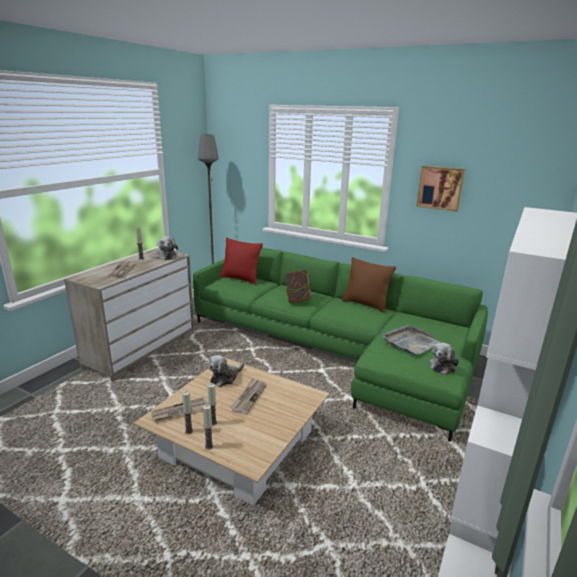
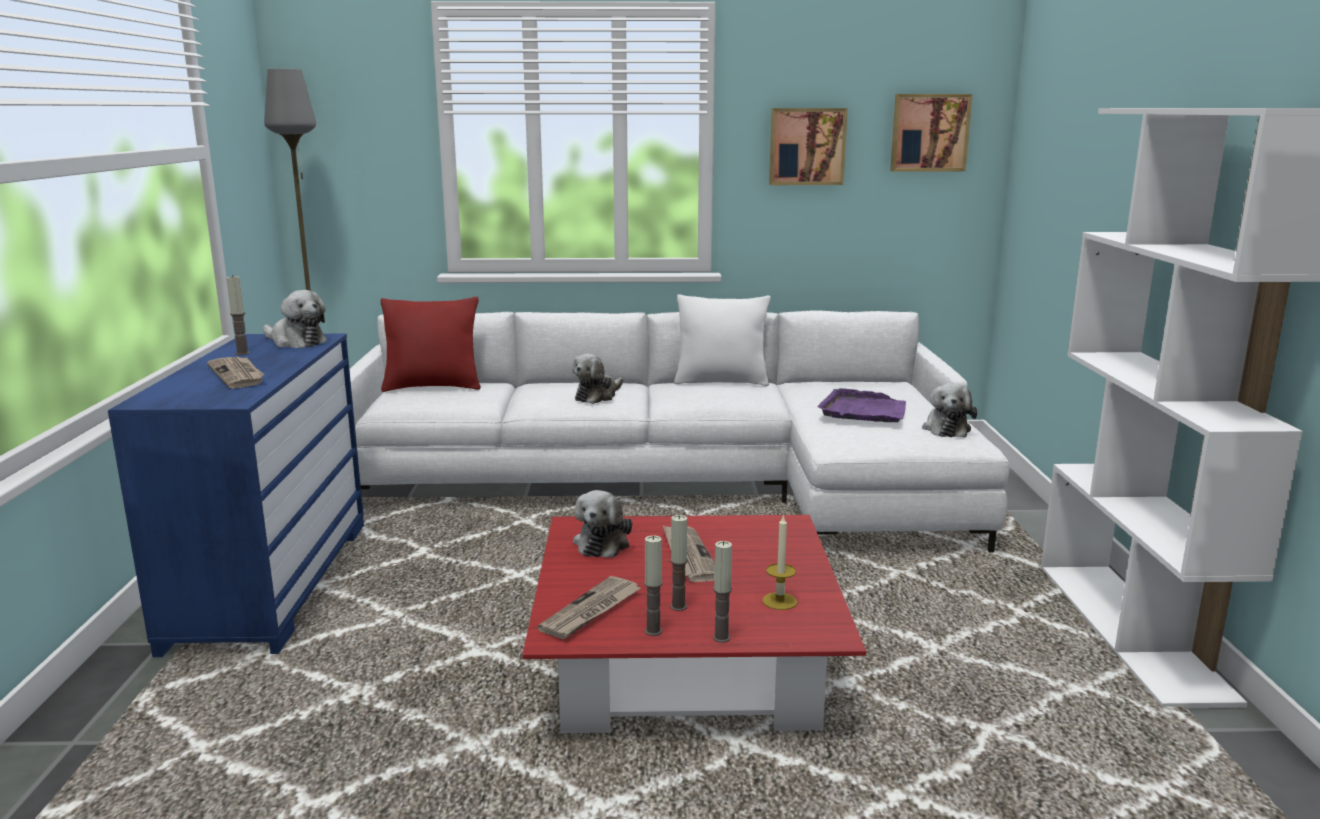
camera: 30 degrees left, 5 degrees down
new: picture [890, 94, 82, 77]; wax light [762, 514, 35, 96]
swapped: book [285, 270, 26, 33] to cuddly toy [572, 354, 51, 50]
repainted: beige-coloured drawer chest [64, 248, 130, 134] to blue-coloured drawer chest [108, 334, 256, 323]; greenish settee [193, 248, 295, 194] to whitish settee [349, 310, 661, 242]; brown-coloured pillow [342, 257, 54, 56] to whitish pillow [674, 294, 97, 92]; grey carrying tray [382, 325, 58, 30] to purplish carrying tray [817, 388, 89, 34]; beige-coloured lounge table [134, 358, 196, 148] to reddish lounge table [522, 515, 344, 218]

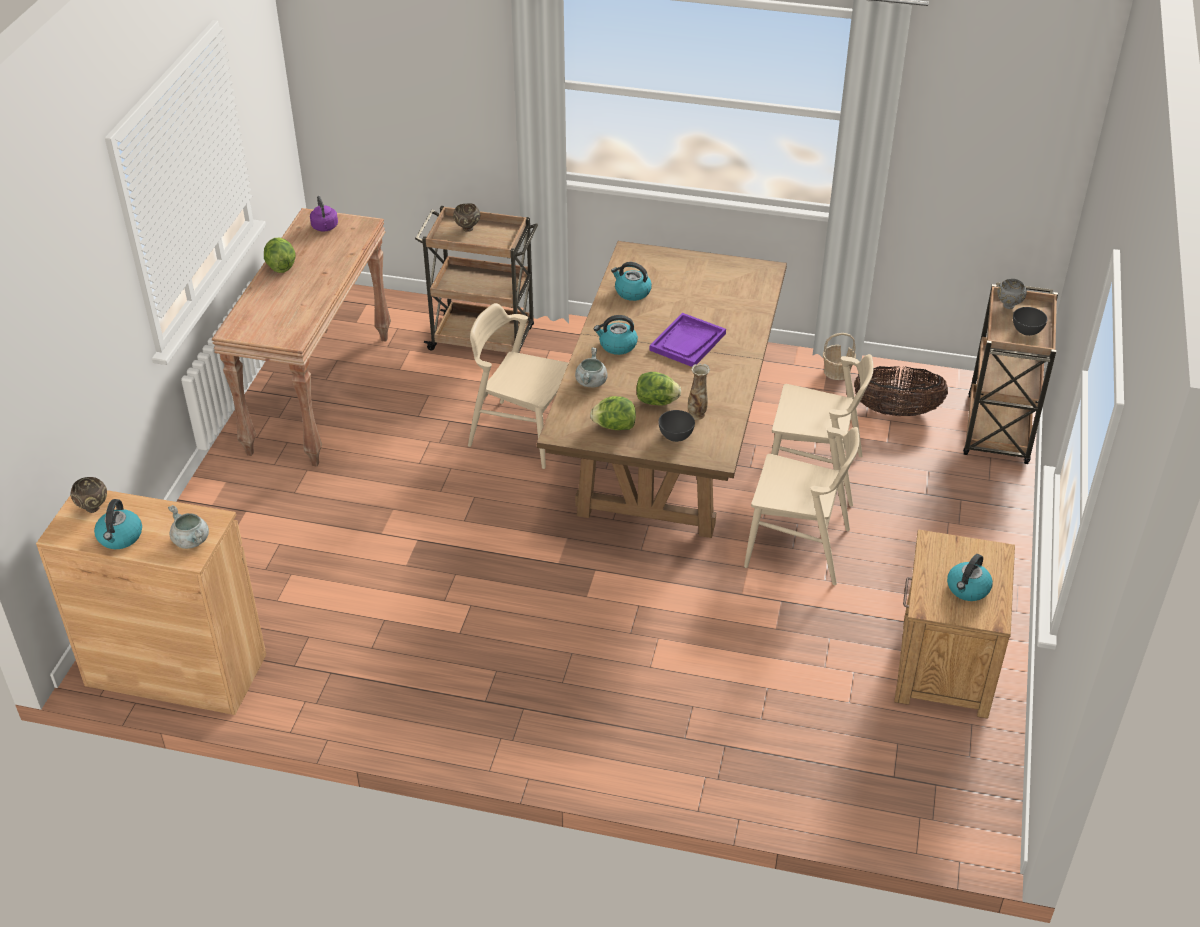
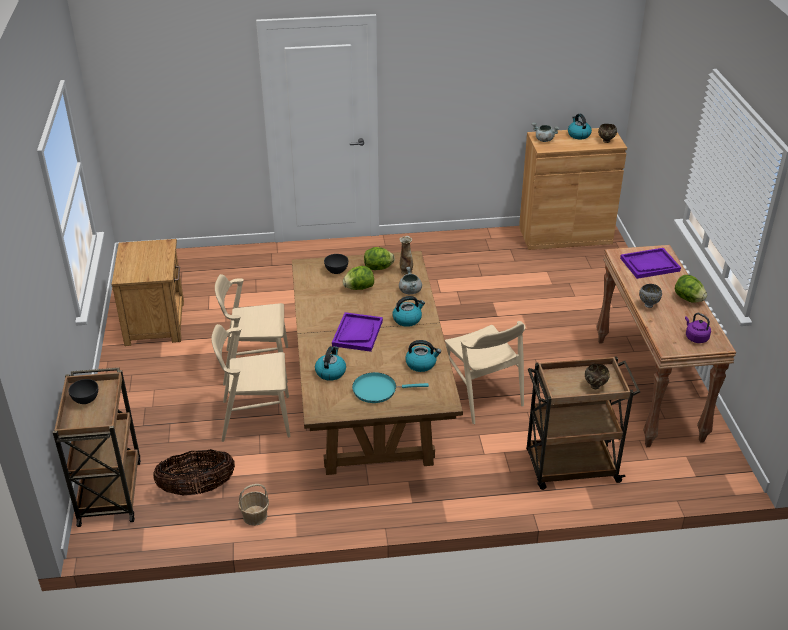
camera: 160 degrees right, 5 degrees down
new: purplish carrying tray [620, 248, 61, 31]; turquoise-coloured pan [352, 372, 77, 31]
shifted: grey bowl [997, 279, 30, 30] to [639, 284, 23, 24]; vase [688, 364, 22, 56] to [399, 236, 14, 39]; kettle [947, 554, 46, 47] to [315, 346, 31, 35]
rotated: beige-coloured upright chair [468, 303, 101, 166] = [445, 321, 81, 103] 60 degrees clockwise

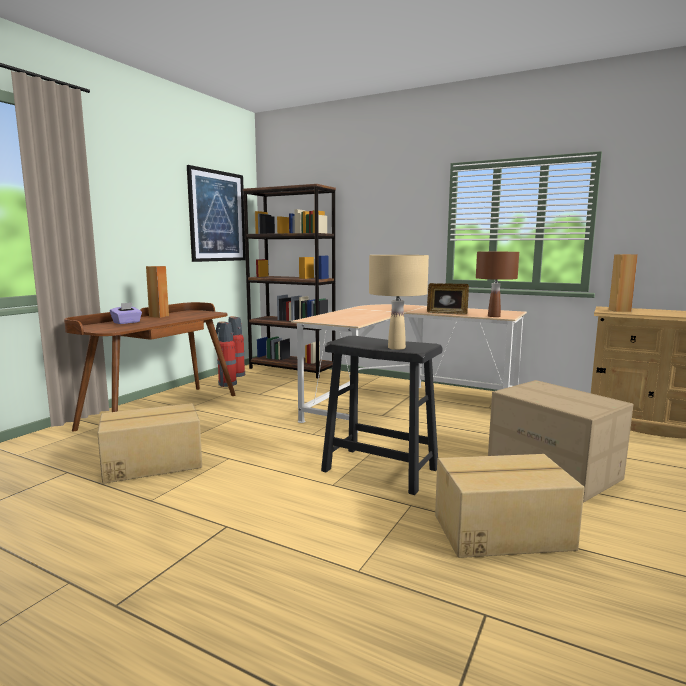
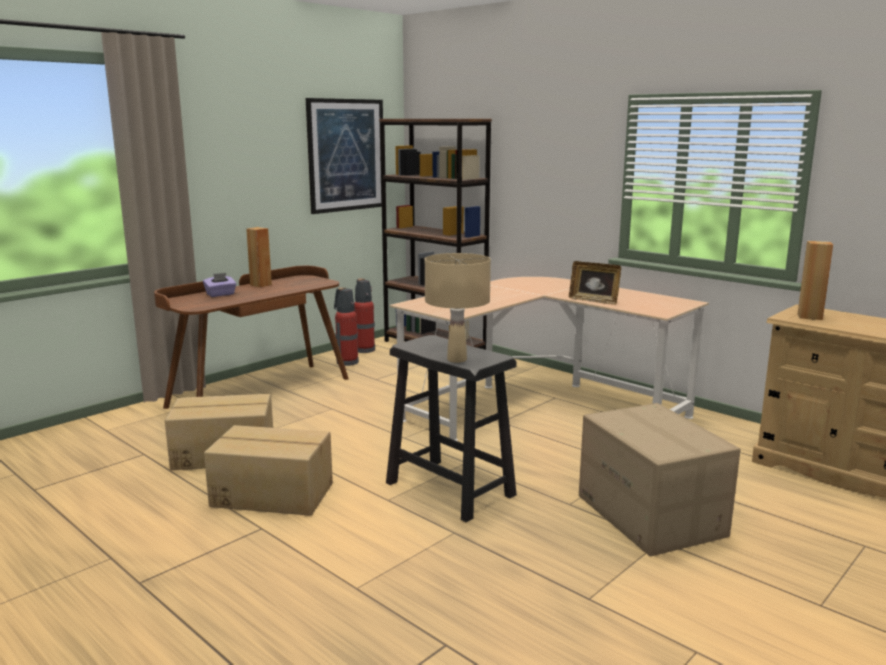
camera: 15 degrees right, 5 degrees up
gone: brown-coloured tabletop lamp [476, 252, 43, 65]
shifted: packing box [435, 454, 150, 104] to [204, 425, 129, 91]

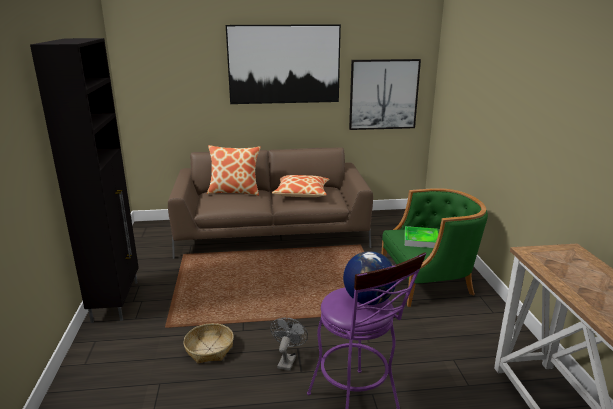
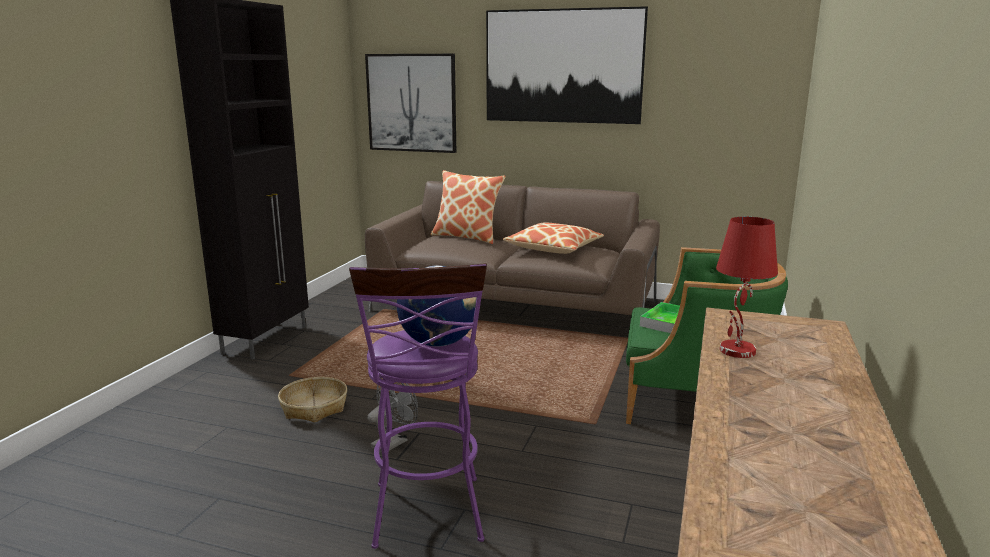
camera: 25 degrees right, 5 degrees down
new: reddish tabletop lamp [716, 217, 62, 141]
shifted: picture [349, 59, 72, 71] to [365, 54, 91, 99]

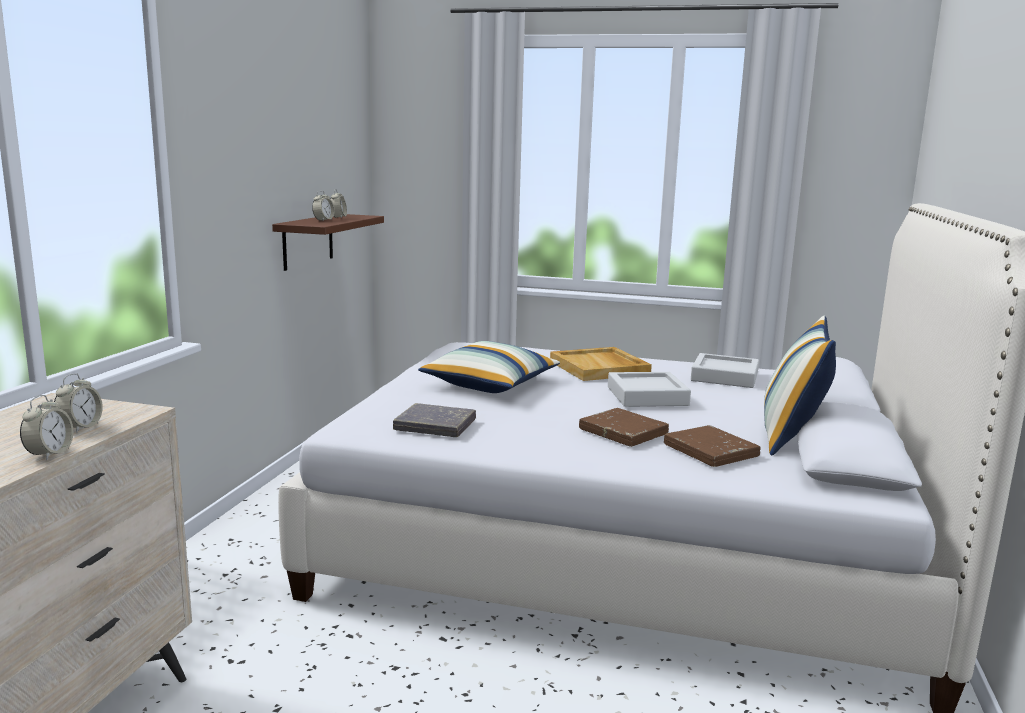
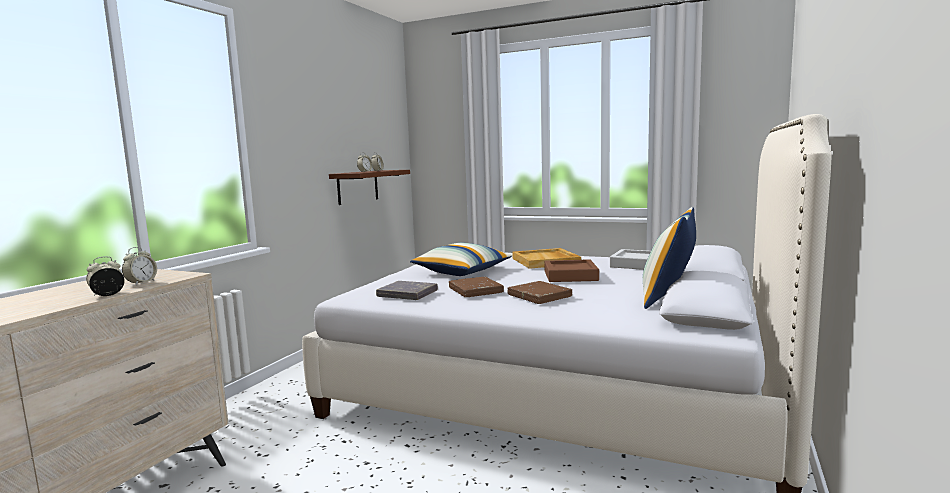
camera: 10 degrees right, 5 degrees down
shifted: brown-coloured book [664, 425, 97, 42] to [449, 277, 55, 20]
repainted: grey carrying tray [608, 372, 83, 35] to brown-coloured carrying tray [544, 259, 55, 23]
rotated: bedside clock [20, 395, 53, 65] = [86, 256, 39, 40] 150 degrees counterclockwise

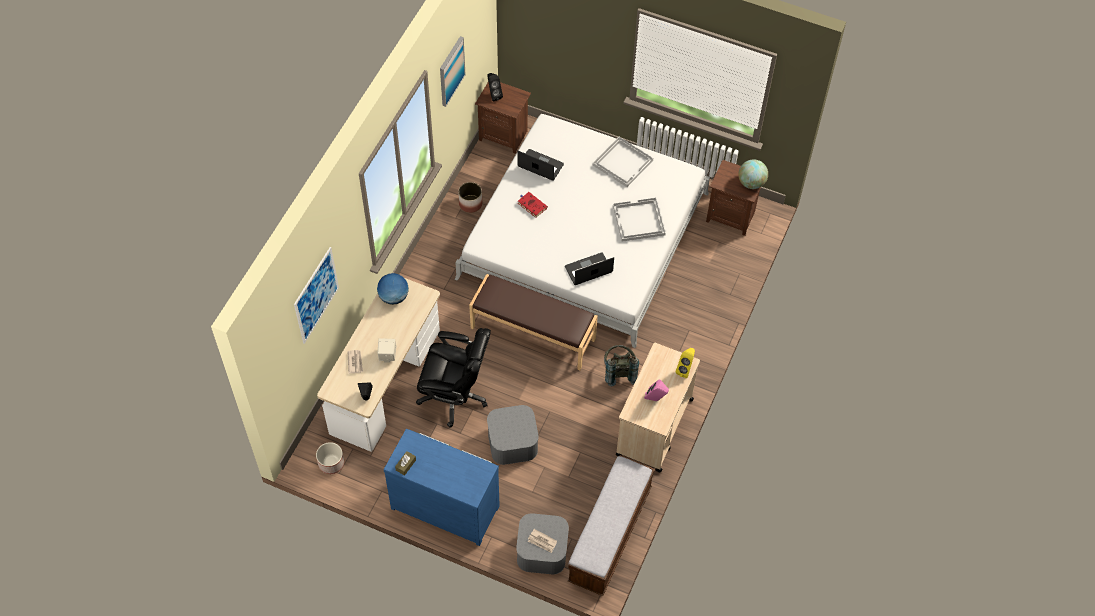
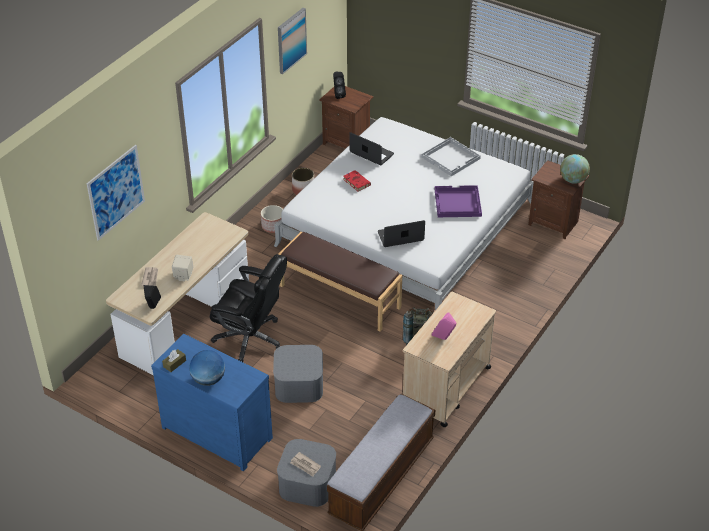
camera: 10 degrees right, 15 degrees down
gone: yellowish loudspeaker [675, 348, 20, 30]
shifted: desk globe [377, 273, 32, 32] to [189, 350, 36, 36]; planter [316, 442, 28, 32] to [261, 205, 22, 28]
repainted: whitish carrying tray [613, 197, 53, 45] to purplish carrying tray [434, 185, 48, 32]

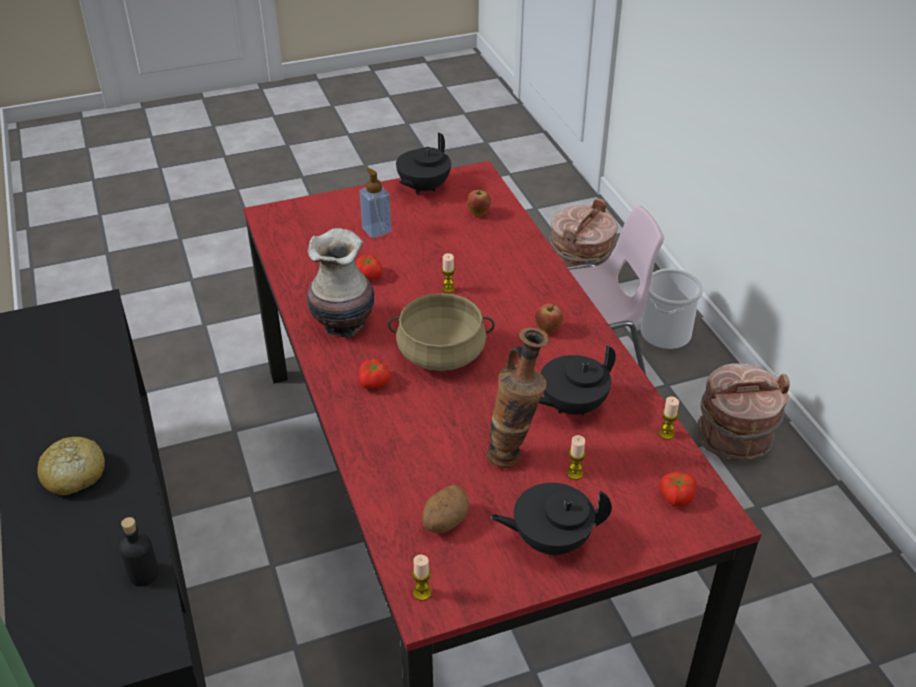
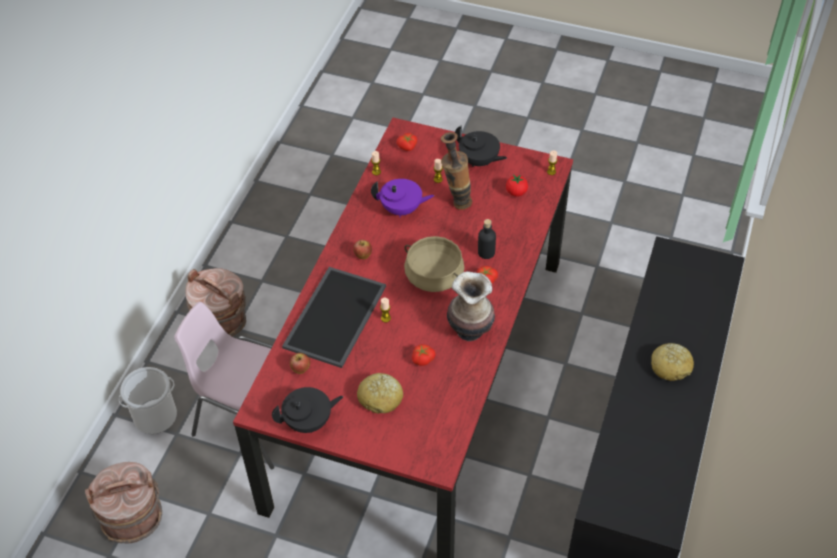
camera: 140 degrees left, 10 degrees up
new: carrying tray [282, 267, 104, 101]
shifted: black beverage bottle [119, 517, 40, 70] to [478, 219, 18, 40]
swapped: soap dispenser [359, 168, 33, 70] to bread [357, 373, 46, 41]; potato [422, 485, 47, 48] to tomato [506, 174, 22, 23]
repainted: black pot for tea [539, 345, 77, 70] to purplish pot for tea [371, 179, 63, 39]

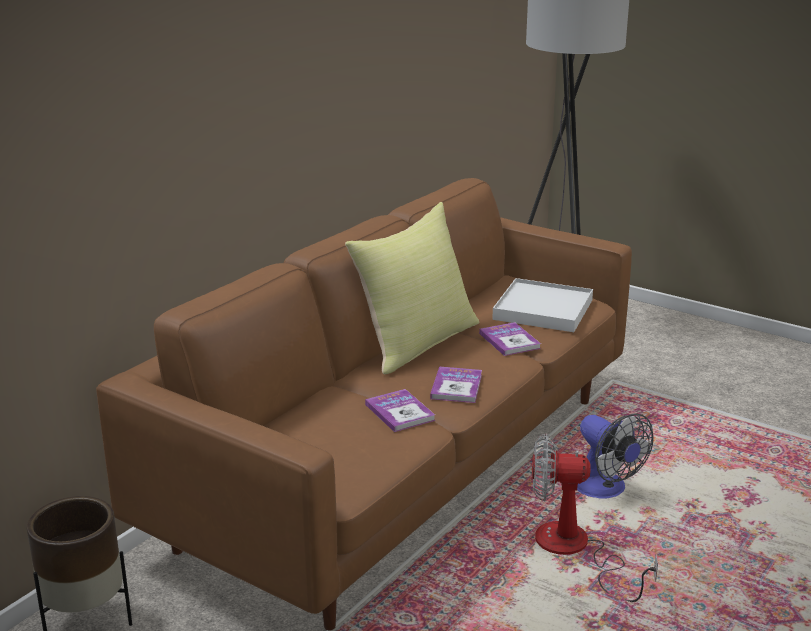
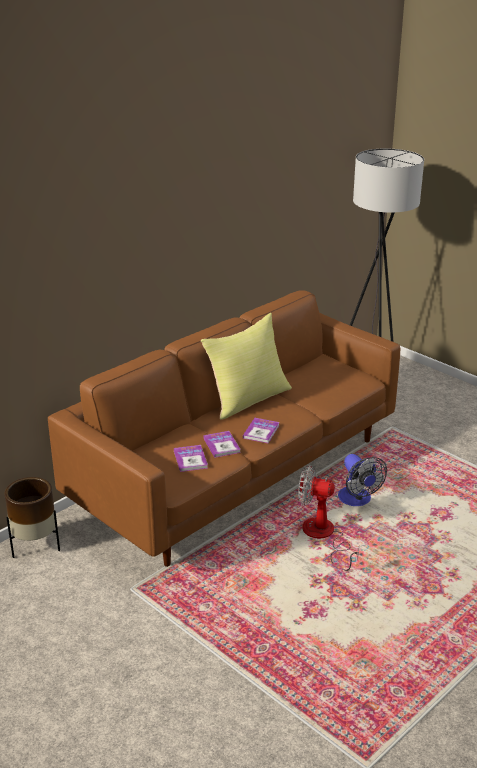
camera: 10 degrees right, 5 degrees up
gone: whitish carrying tray [492, 278, 101, 54]
shifted: book [479, 322, 62, 34] to [174, 445, 34, 27]

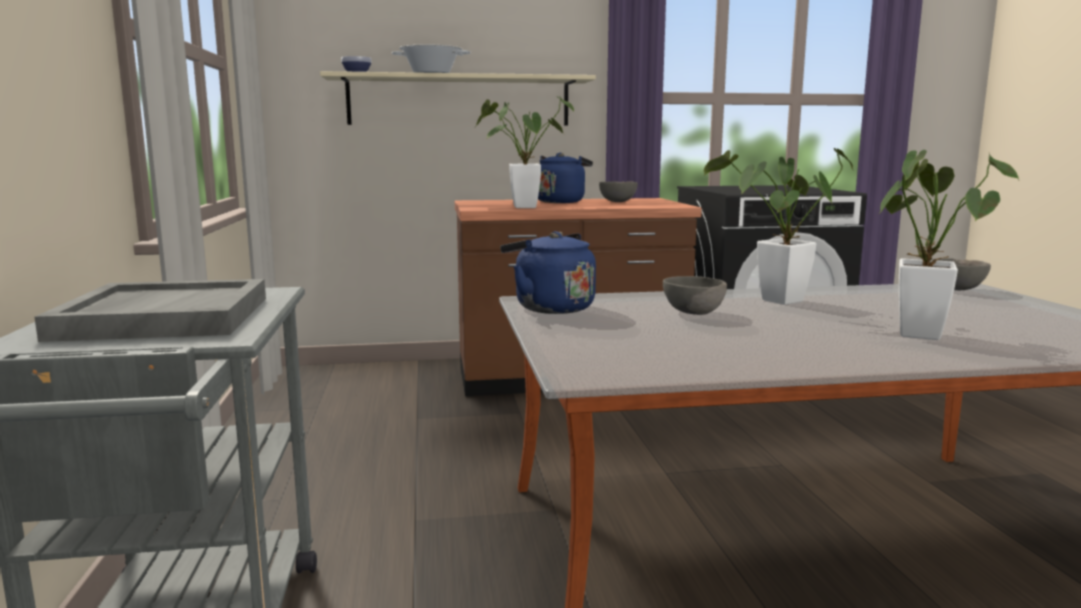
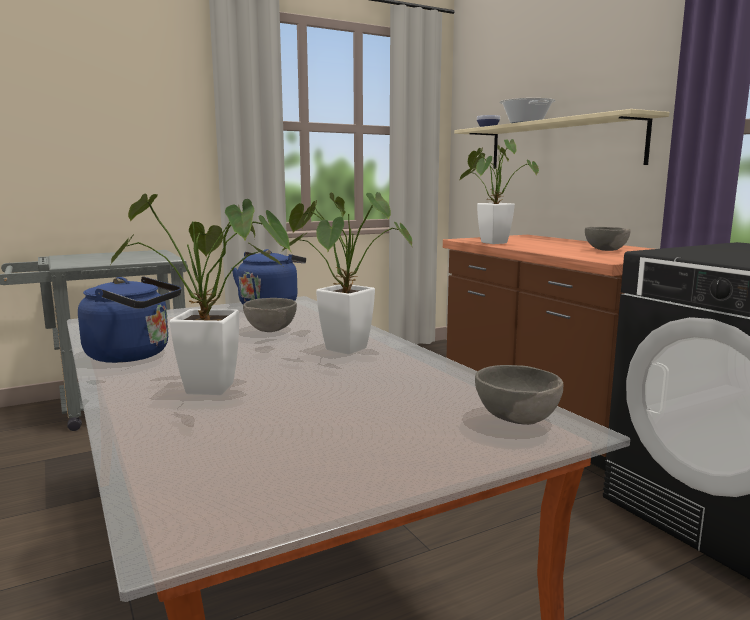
camera: 70 degrees right, 0 degrees up
gone: grey carrying tray [34, 279, 232, 63]
shifted: blue-coloured kettle [538, 153, 55, 50] to [78, 277, 103, 86]

